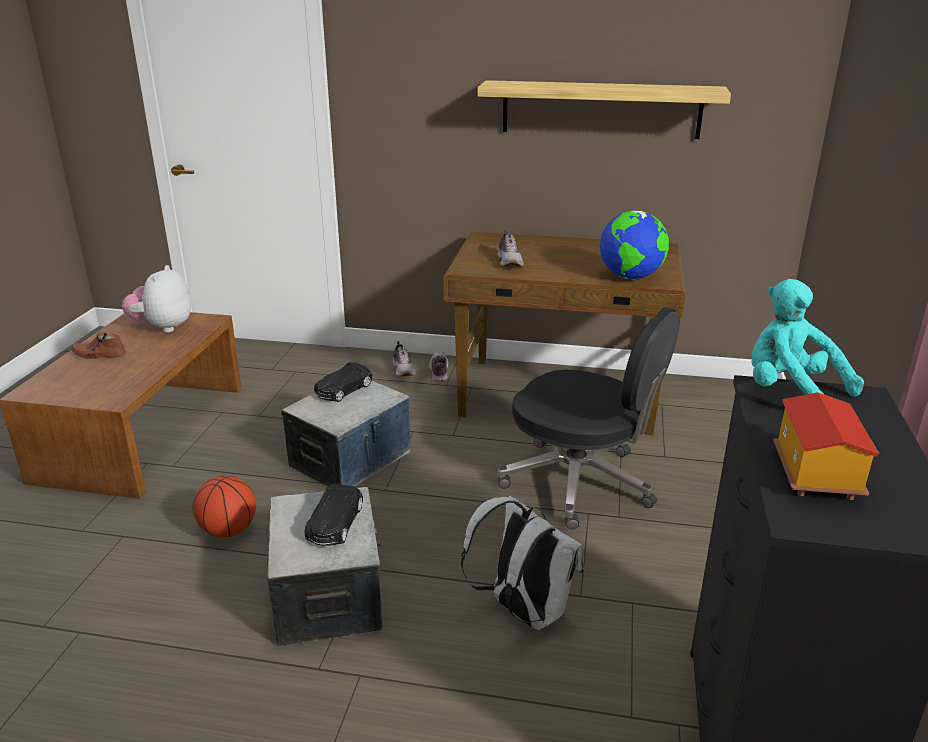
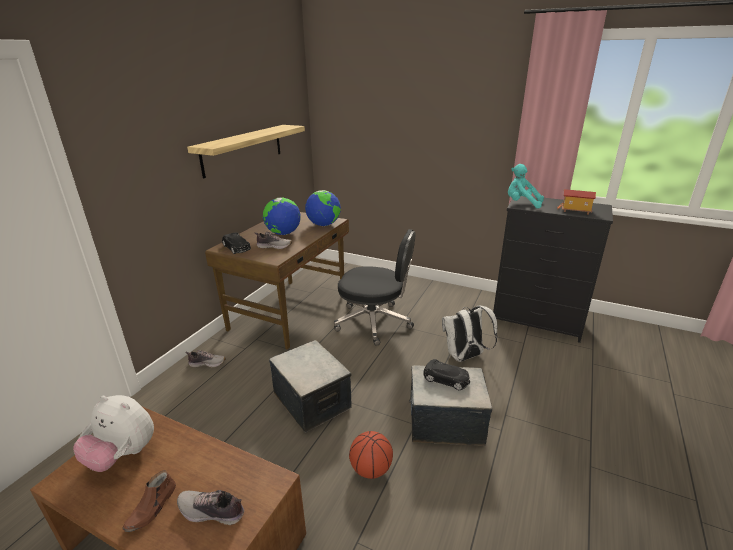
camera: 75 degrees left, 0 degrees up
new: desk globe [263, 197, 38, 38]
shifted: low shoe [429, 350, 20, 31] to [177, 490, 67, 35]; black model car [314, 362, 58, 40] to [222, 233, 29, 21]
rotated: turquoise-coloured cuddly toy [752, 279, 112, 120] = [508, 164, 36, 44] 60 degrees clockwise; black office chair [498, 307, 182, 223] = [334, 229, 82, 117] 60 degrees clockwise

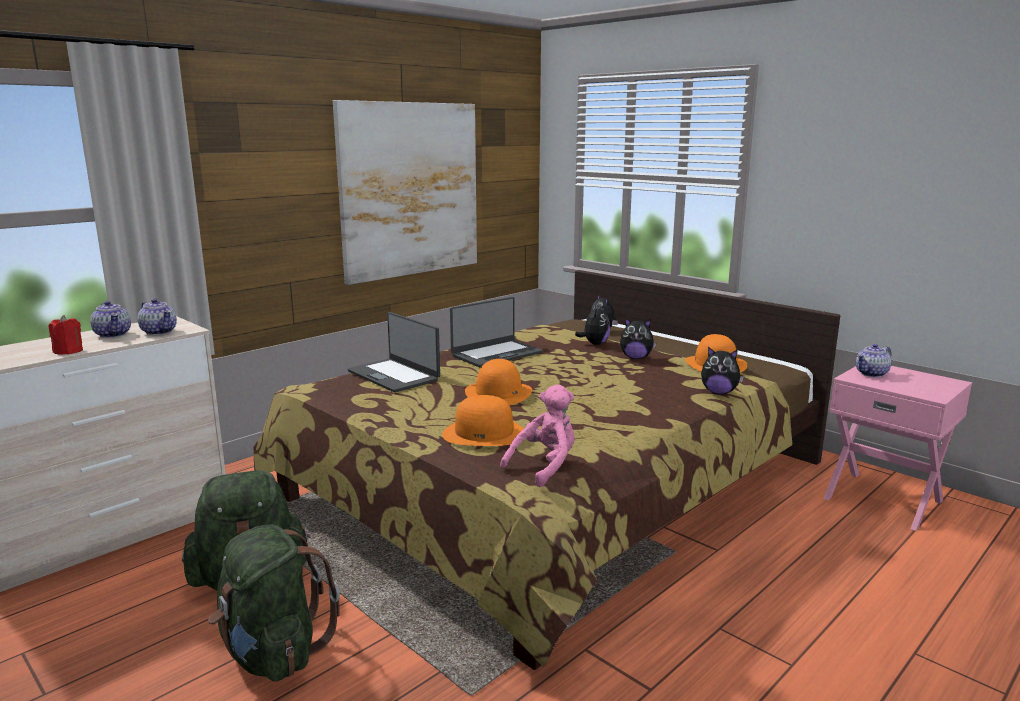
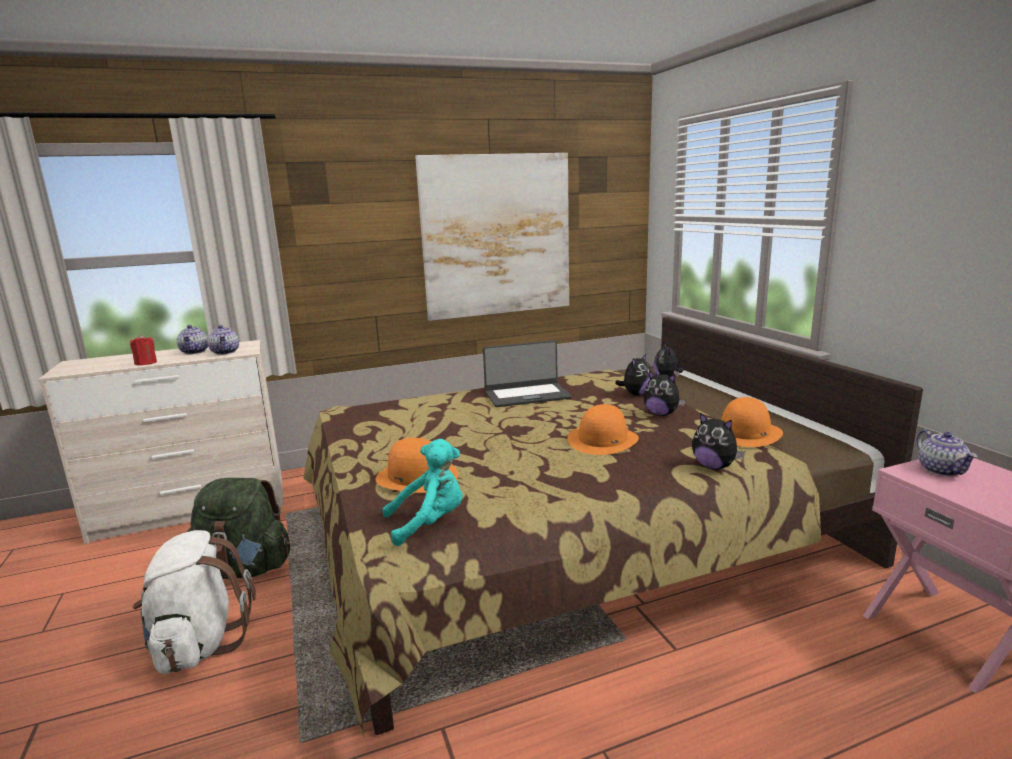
camera: 25 degrees right, 0 degrees up
gone: notebook computer [348, 312, 92, 81]
shifted: orange clothing hat [465, 359, 67, 46] to [567, 404, 72, 51]
repainted: pink cuddly toy [500, 384, 75, 103] to turquoise-coloured cuddly toy [382, 439, 81, 107]; greenish rucksack [208, 524, 132, 158] to whitish rucksack [133, 530, 123, 144]
rotated: pot for tea [856, 344, 35, 33] = [916, 430, 61, 46] 90 degrees counterclockwise

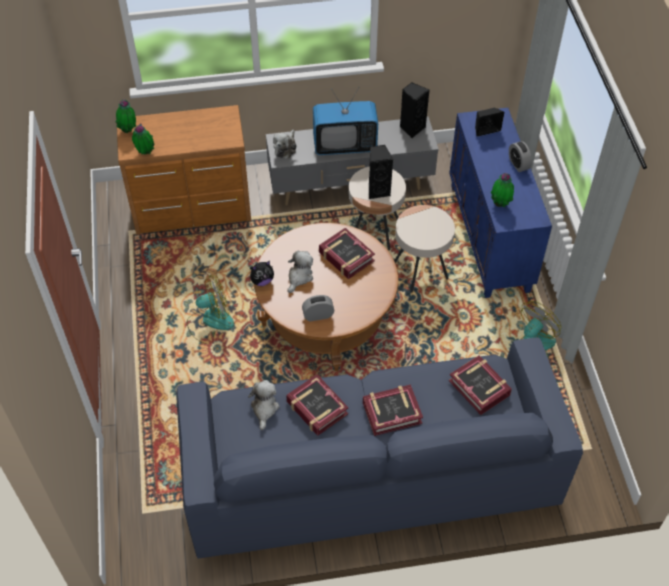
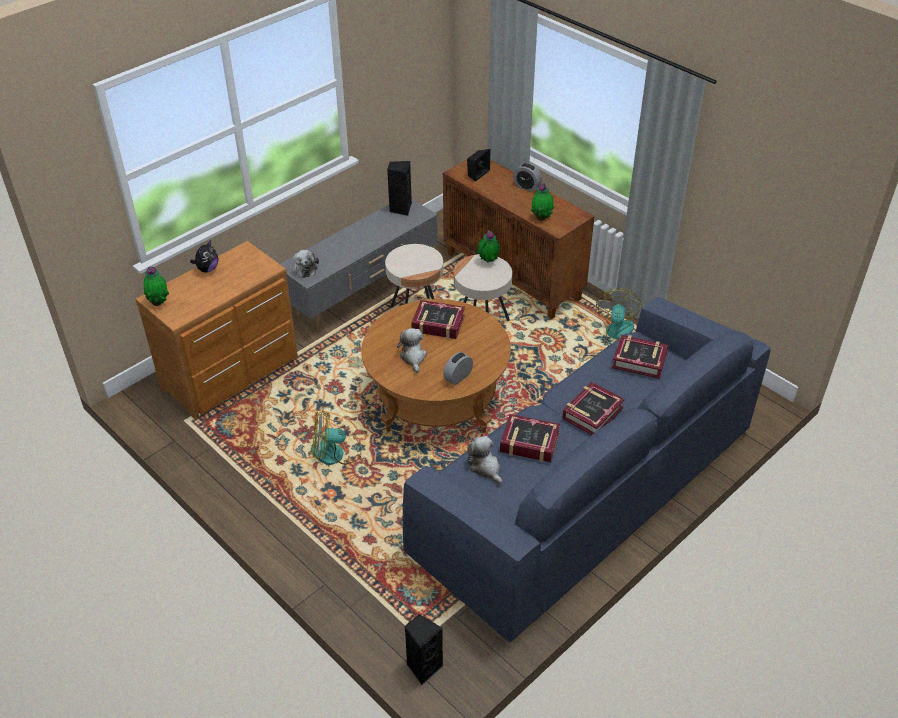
camera: 35 degrees left, 10 degrees down
gone: TV set [313, 87, 65, 68]
shifted: potted plant [132, 123, 23, 32] to [477, 230, 23, 32]; black loudspeaker [369, 145, 24, 54] to [404, 614, 39, 71]; cuddly toy [250, 261, 24, 25] to [190, 241, 28, 32]
repainted: blue-coloured storage cabinet [449, 108, 103, 190] to brown-coloured storage cabinet [443, 160, 152, 159]
rotated: cooling fan [187, 275, 47, 69] = [311, 409, 50, 56] 135 degrees counterclockwise

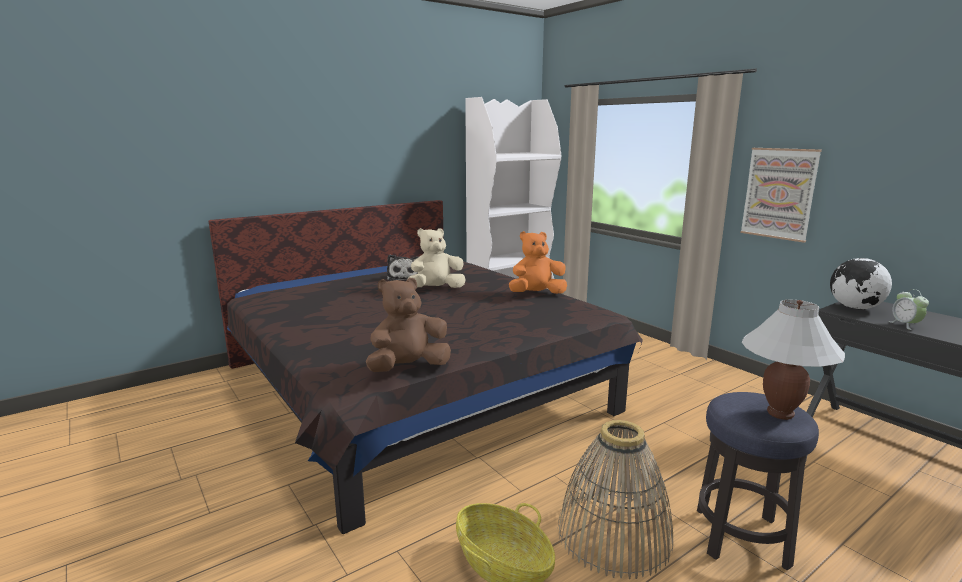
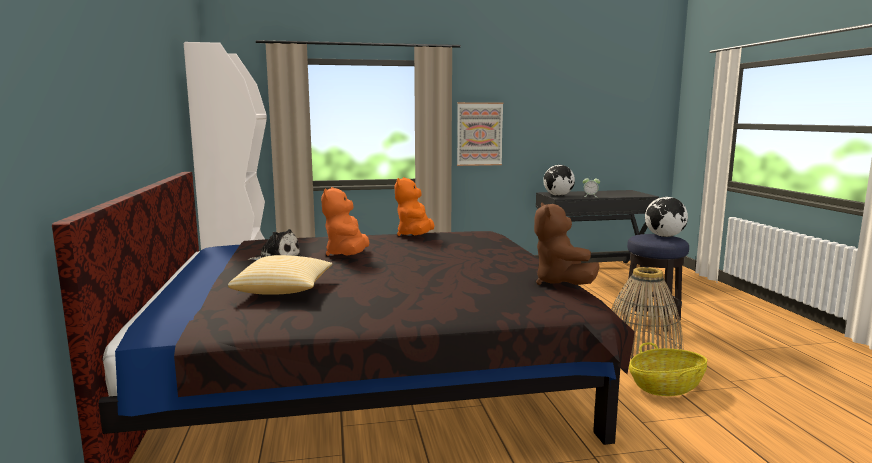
camera: 65 degrees left, 5 degrees down
new: pillow [228, 255, 105, 40]
swapped: whitish tabletop lamp [742, 300, 103, 120] to desk globe [645, 197, 43, 40]
repainted: beige-coloured cuddly toy [409, 228, 57, 60] to orange cuddly toy [321, 187, 49, 69]

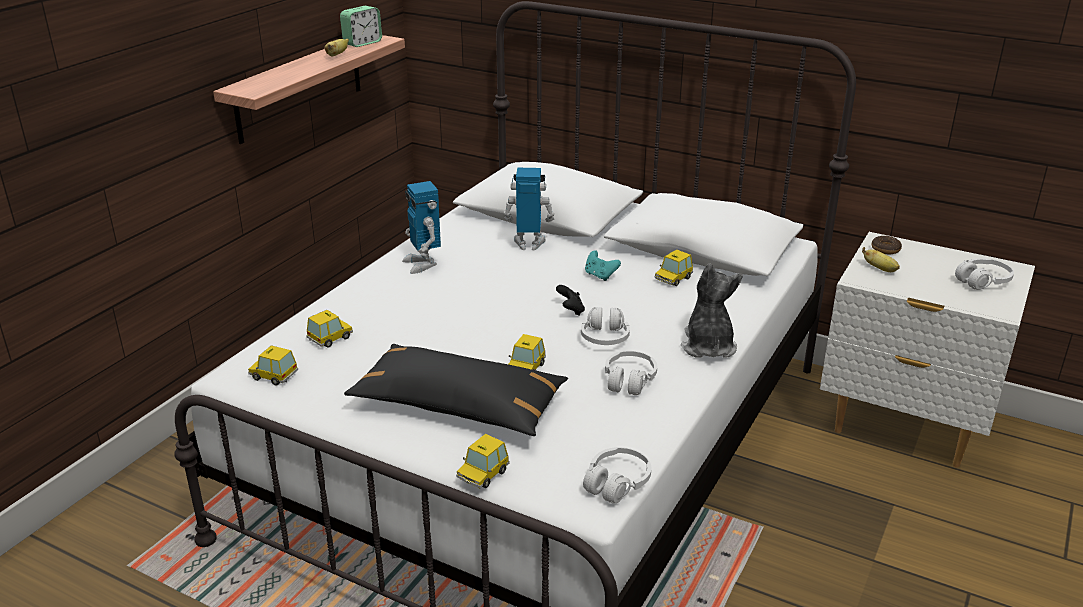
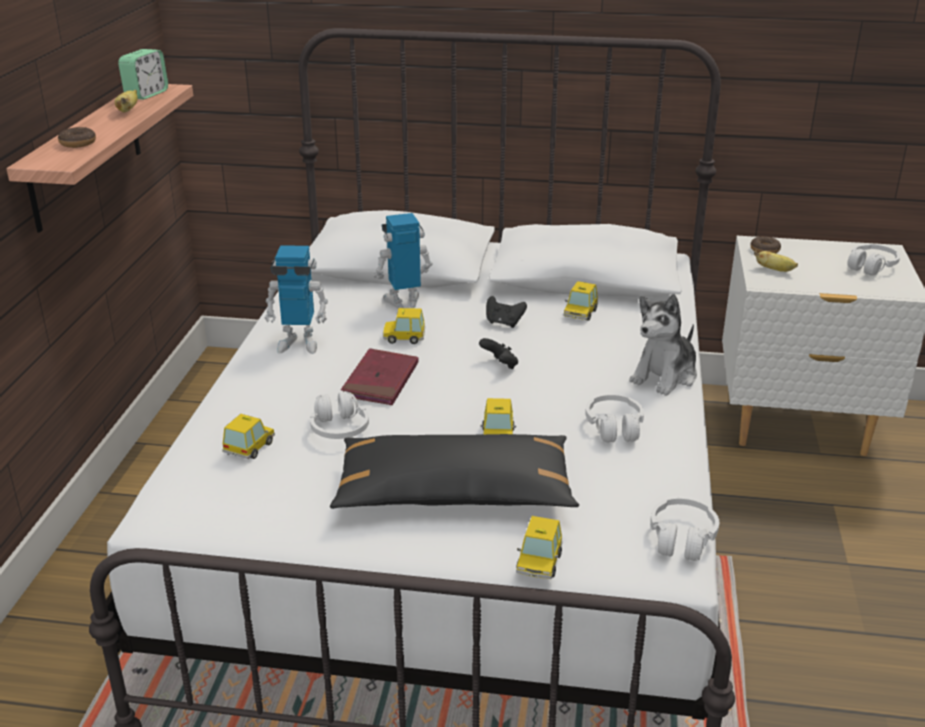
camera: 20 degrees left, 0 degrees up
new: doughnut [58, 127, 38, 21]; reddish book [341, 348, 77, 57]
shifted: whitish headset [581, 307, 49, 38] to [310, 391, 59, 48]; model car [248, 345, 50, 41] to [383, 308, 42, 36]
repainted: turquoise-coloured gamepad [585, 250, 36, 31] to black gamepad [486, 296, 41, 32]
rotated: toy robot [402, 181, 39, 93] = [265, 245, 63, 109] 45 degrees counterclockwise; cuddly toy [681, 263, 62, 95] = [629, 294, 68, 102] 120 degrees counterclockwise

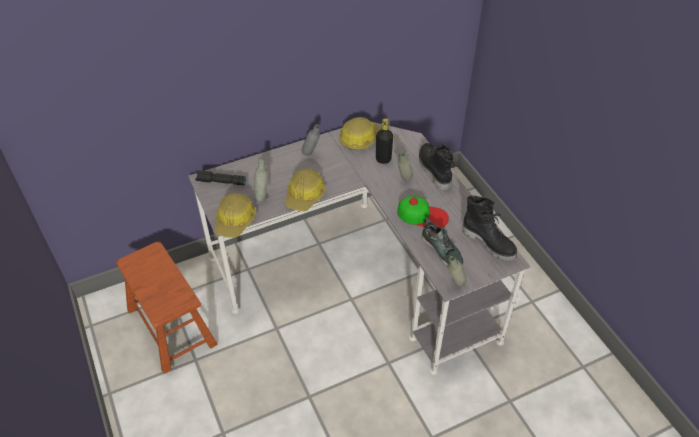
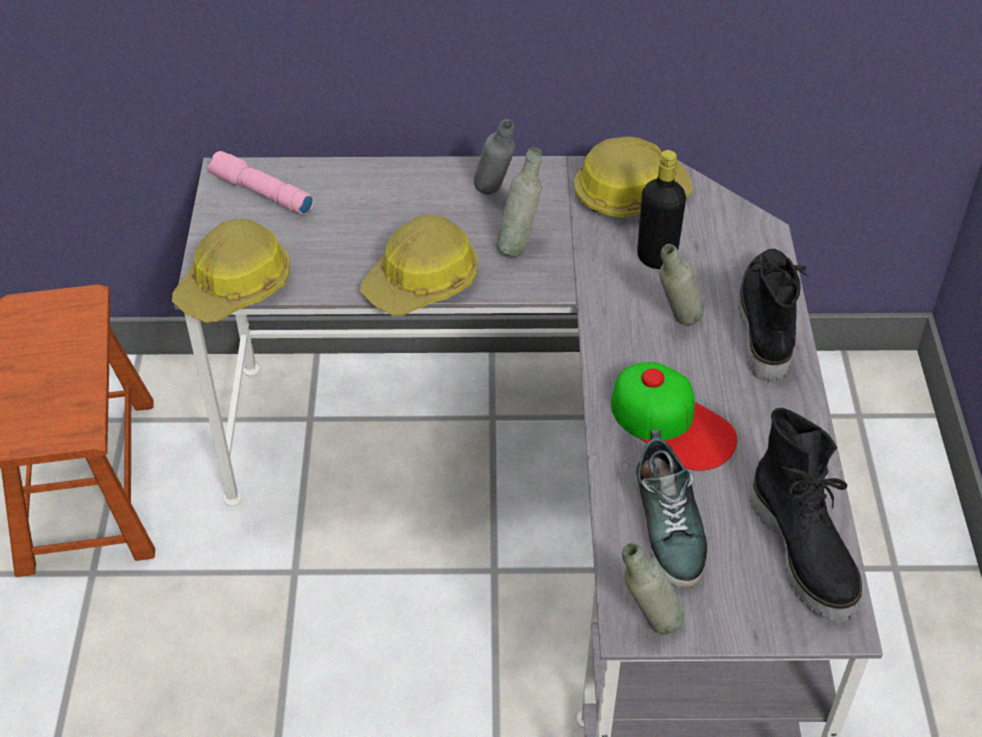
camera: 25 degrees right, 0 degrees up
shifted: grey beverage bottle [254, 157, 14, 45] to [496, 147, 46, 110]
repainted: black flashlight [195, 170, 51, 15] to pink flashlight [207, 151, 106, 64]

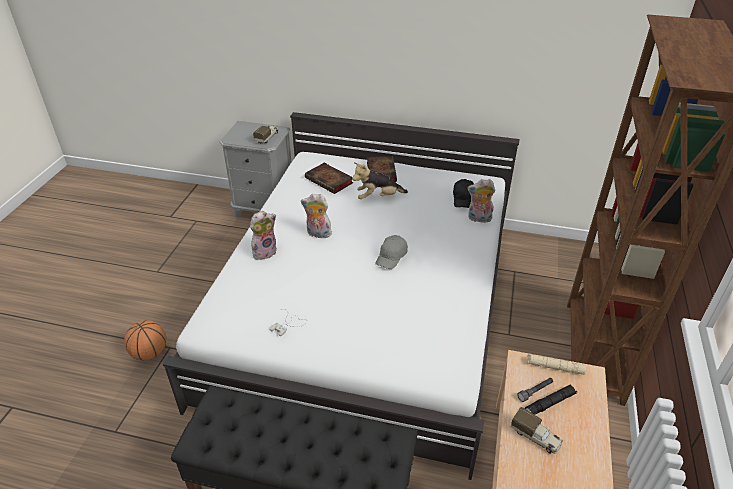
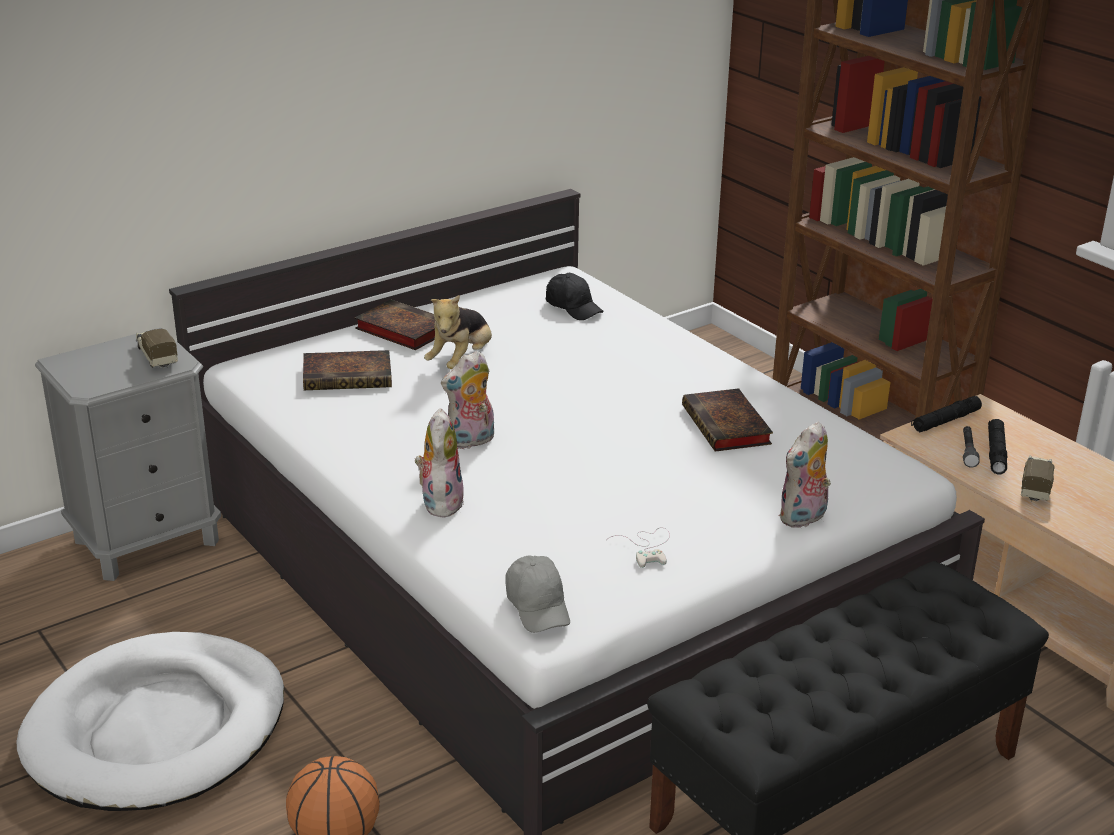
camera: 50 degrees left, 10 degrees down
new: book [682, 388, 91, 64]; whitish pet bed [17, 632, 267, 179]
shifted: cuddly toy [467, 179, 28, 44] to [779, 421, 52, 107]; grey peaked cap [375, 235, 33, 34] to [505, 555, 65, 78]
repainted: beige-coloured flashlight [527, 354, 59, 21] to black flashlight [911, 396, 71, 36]
rotated: model truck [511, 407, 52, 47] = [1021, 455, 34, 47] 60 degrees counterclockwise

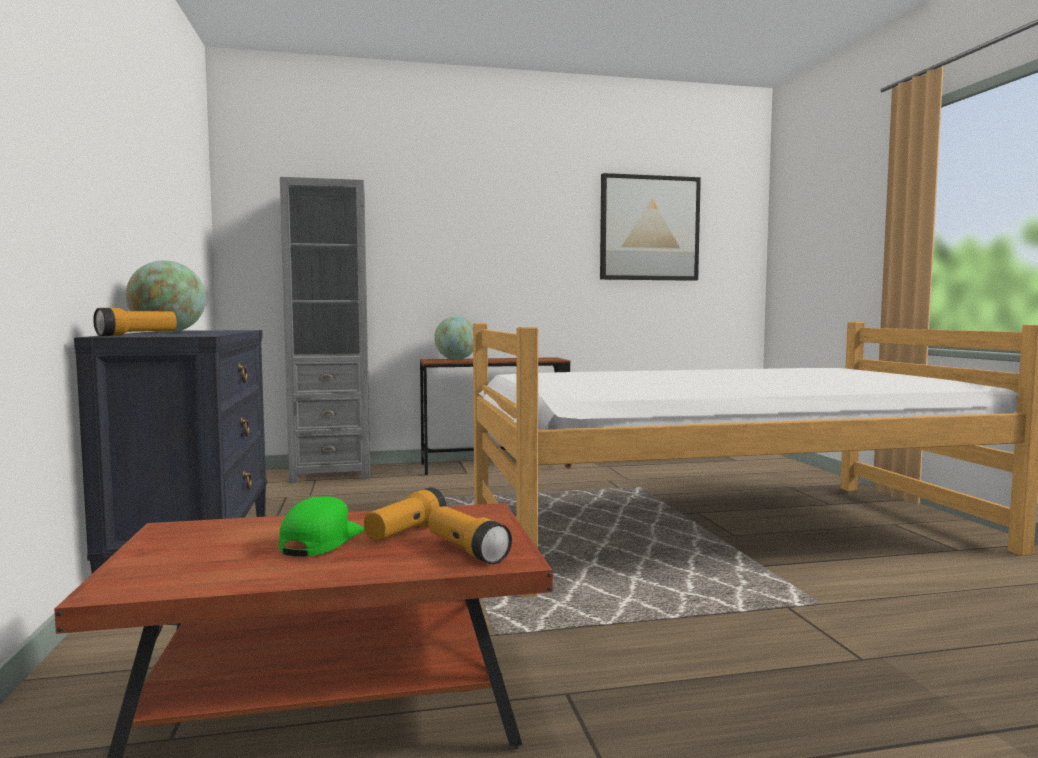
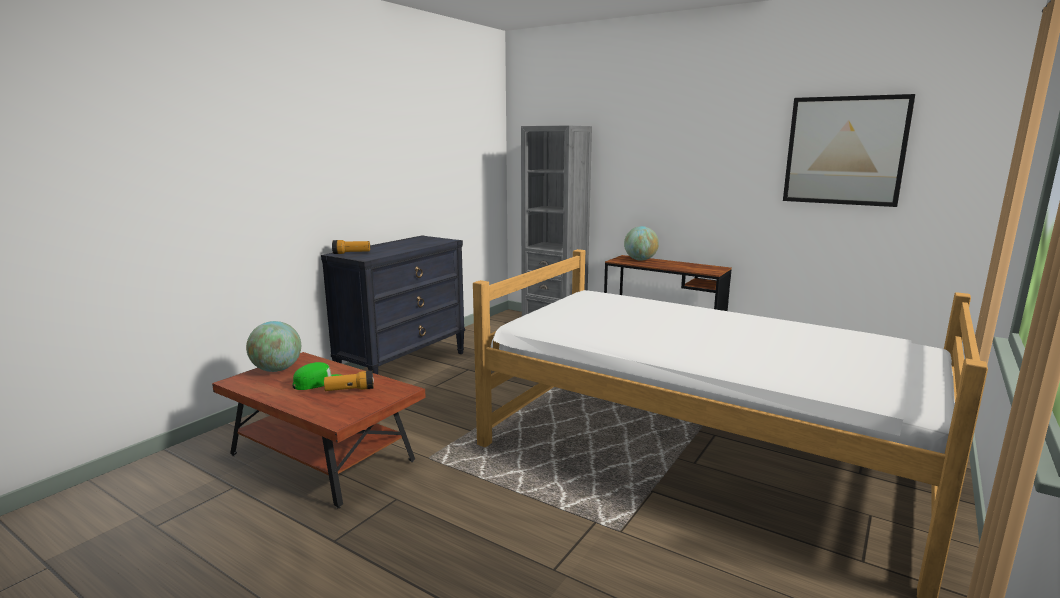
camera: 45 degrees right, 10 degrees up
gone: flashlight [429, 506, 83, 58]
shifted: desk globe [126, 261, 80, 72] to [246, 321, 55, 51]

